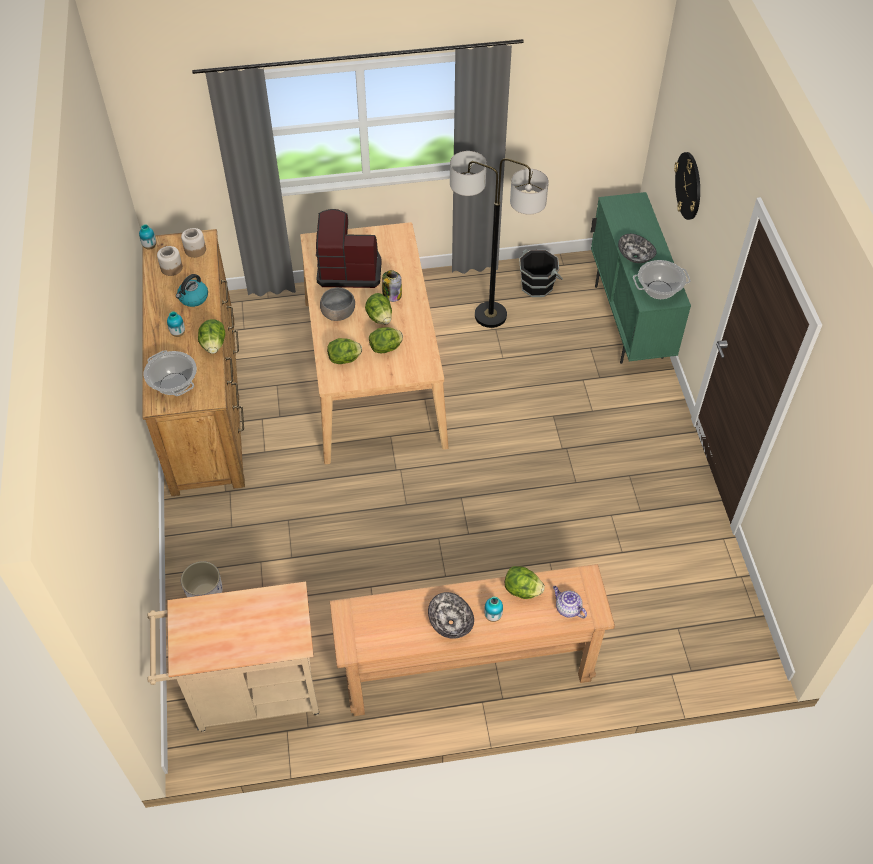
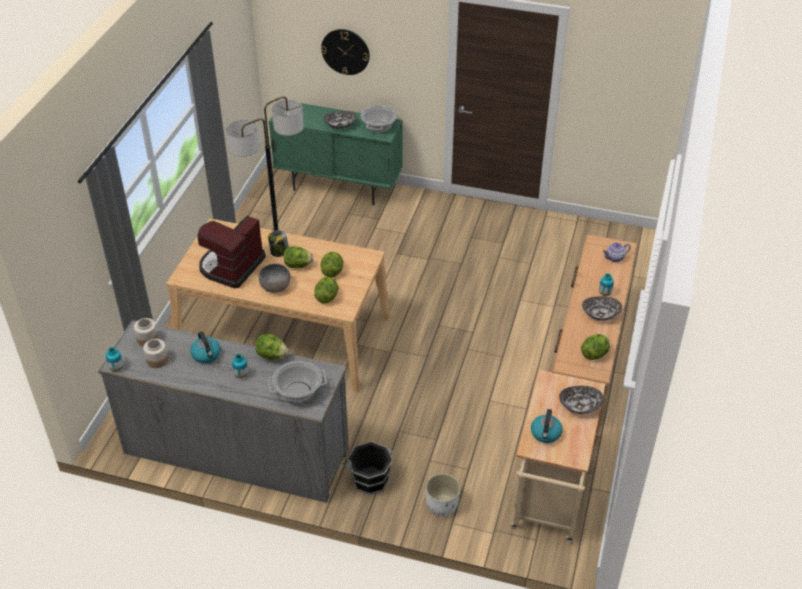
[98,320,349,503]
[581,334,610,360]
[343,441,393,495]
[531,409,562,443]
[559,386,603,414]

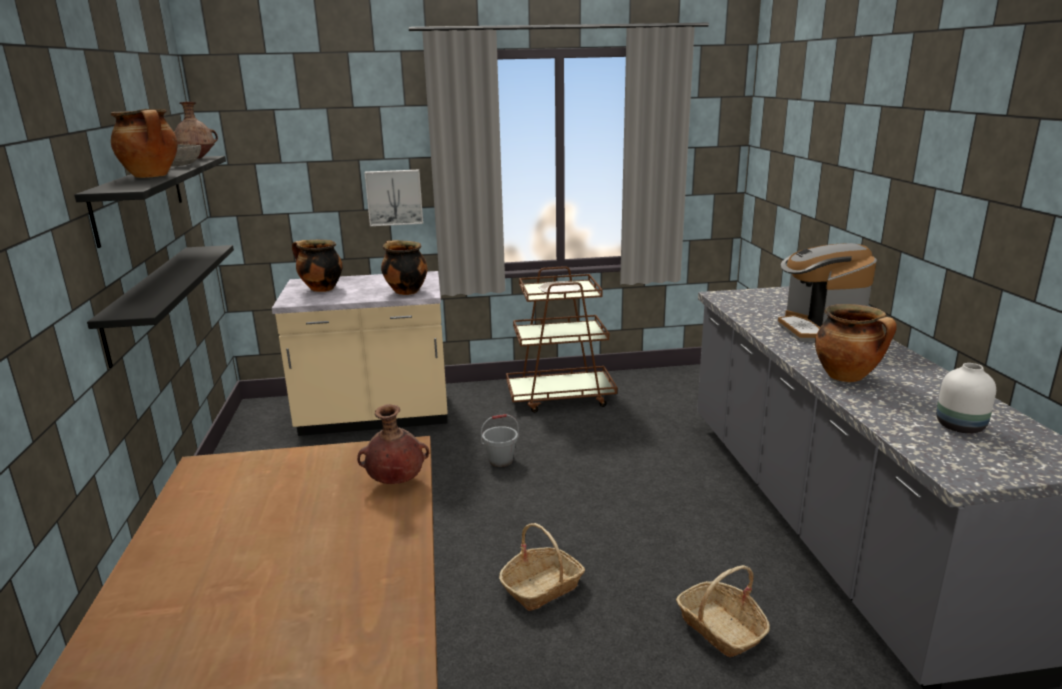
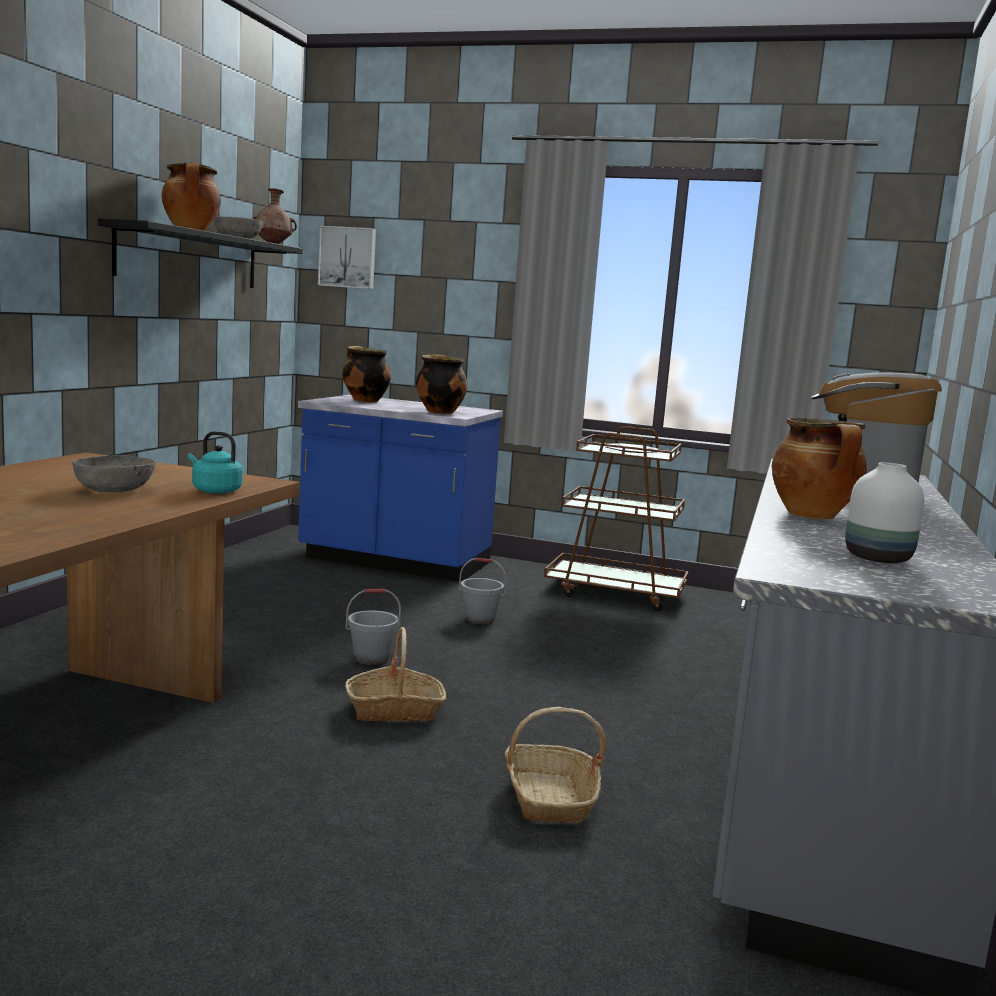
[87,245,234,368] (first image)
[298,395,503,582]
[188,431,243,494]
[318,226,376,289]
[72,455,156,492]
[346,589,401,665]

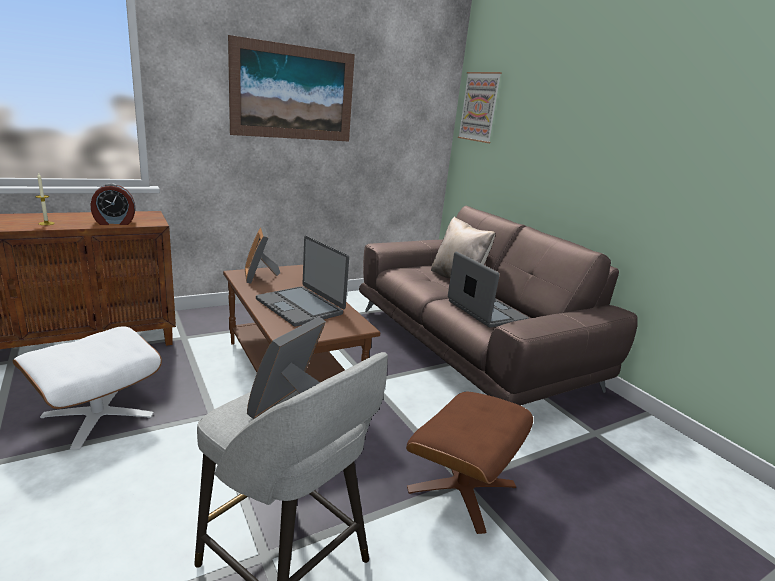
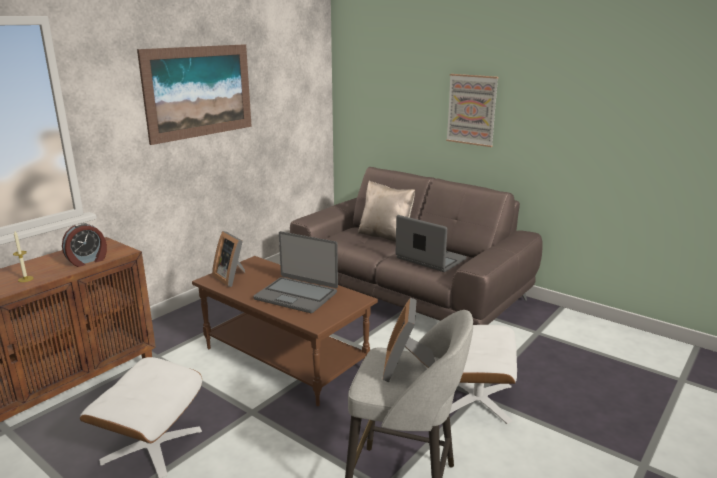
[449,325,517,424]
[446,74,499,147]

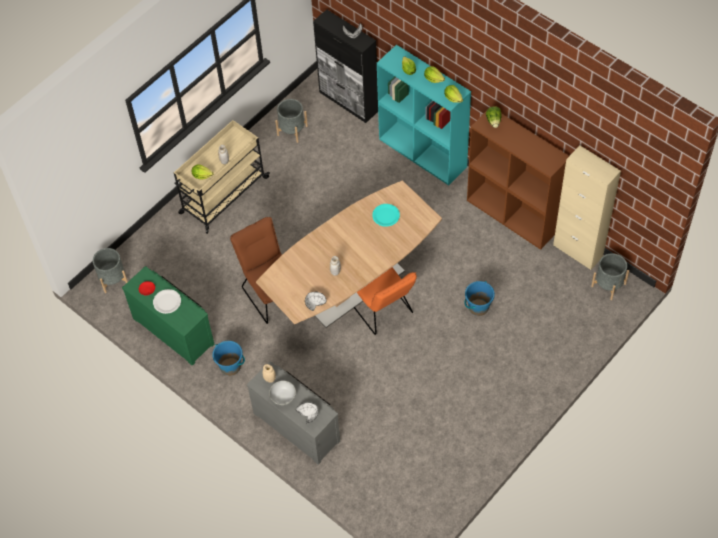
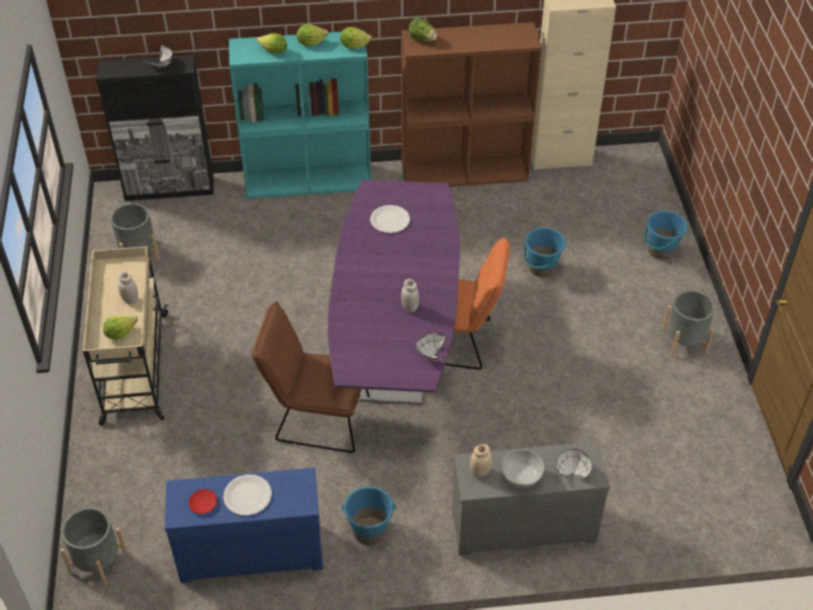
[165,468,323,583]
[328,180,460,405]
[370,205,410,233]
[662,290,715,357]
[644,210,688,260]

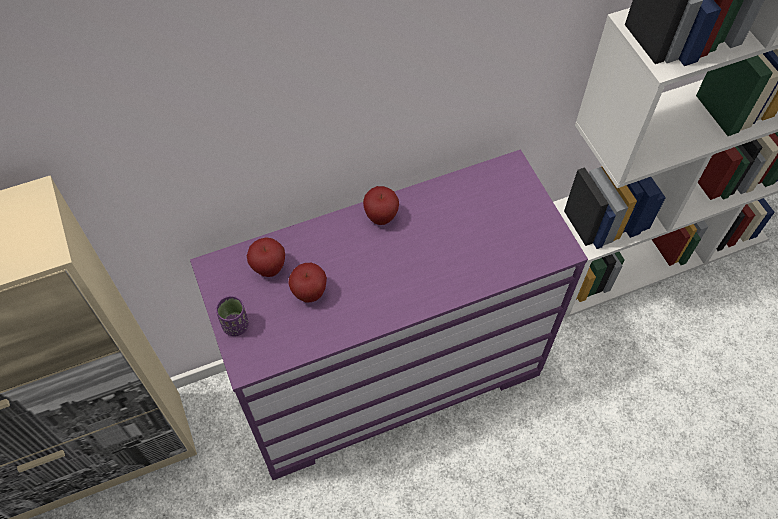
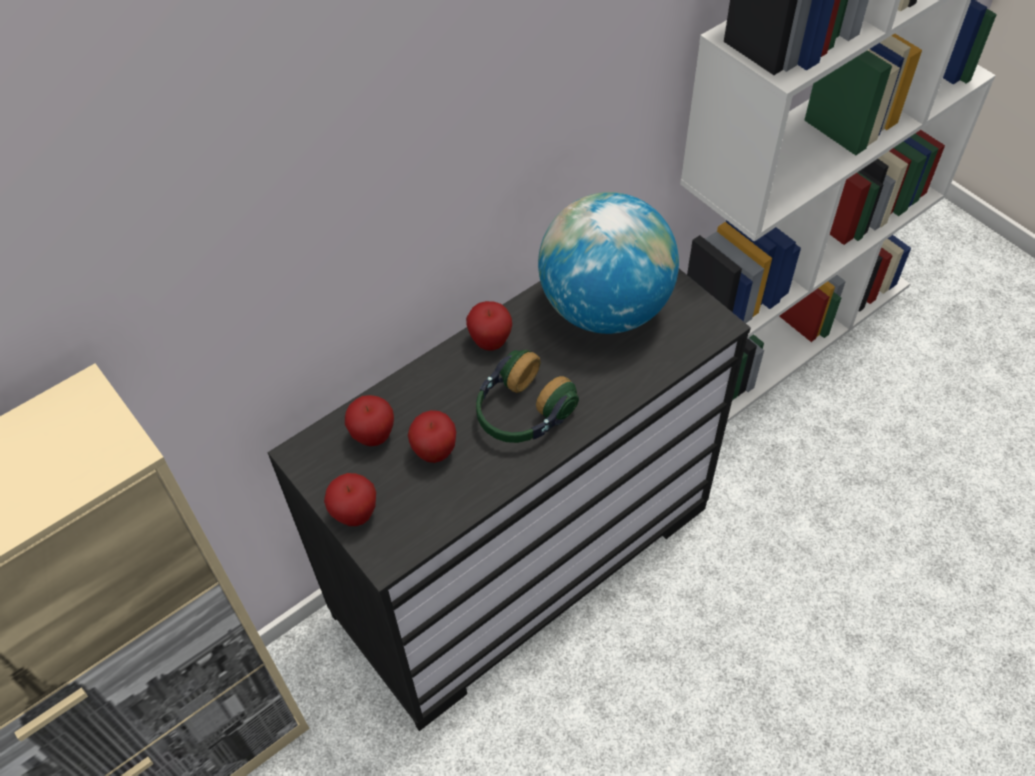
[267,269,751,731]
[324,473,376,526]
[476,350,579,443]
[538,192,679,334]

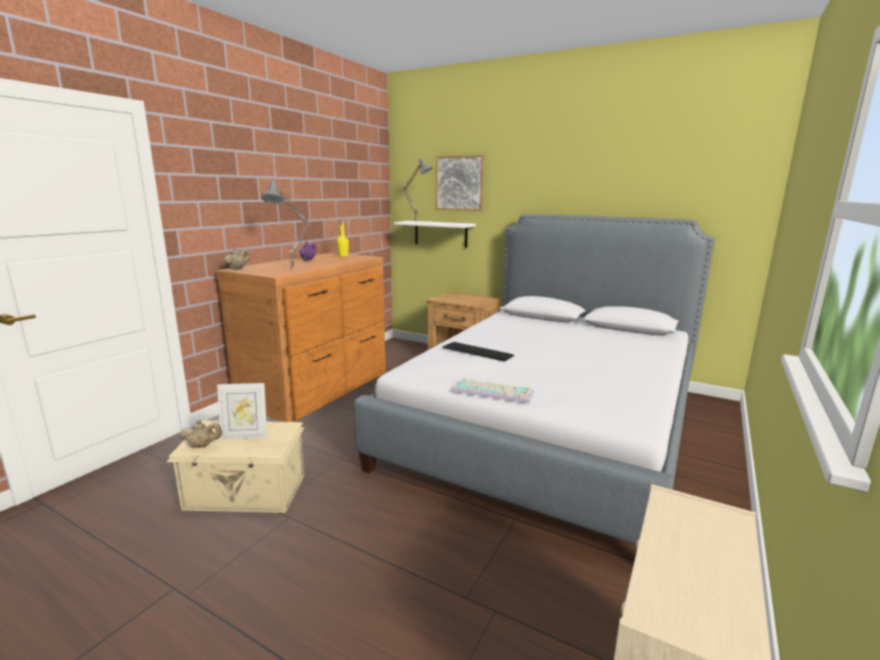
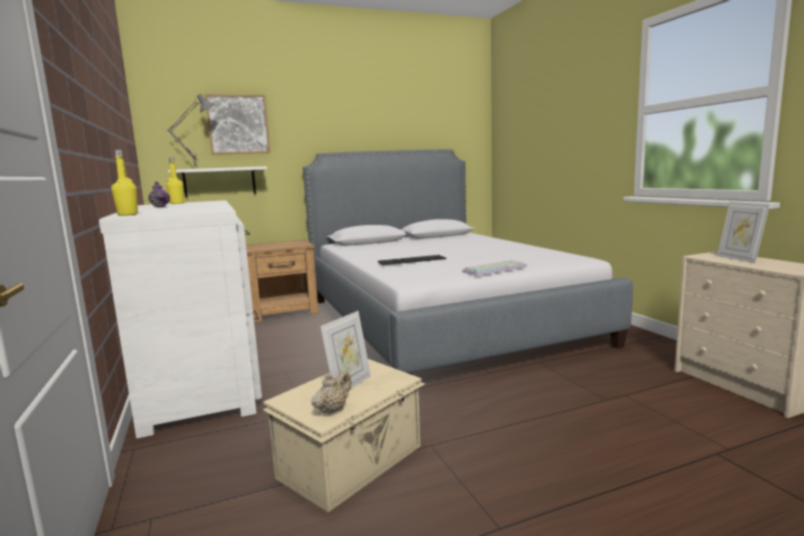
[99,200,262,438]
[111,150,138,216]
[261,181,309,270] (first image)
[717,202,770,263]

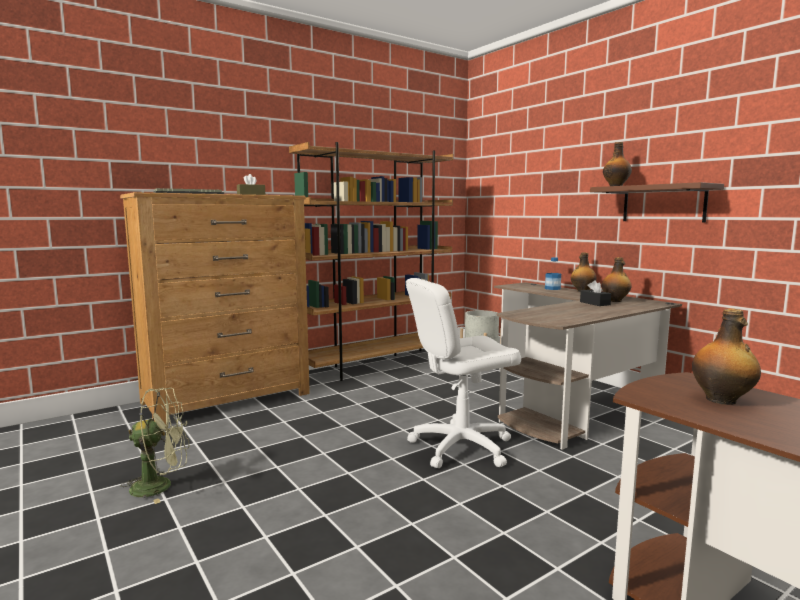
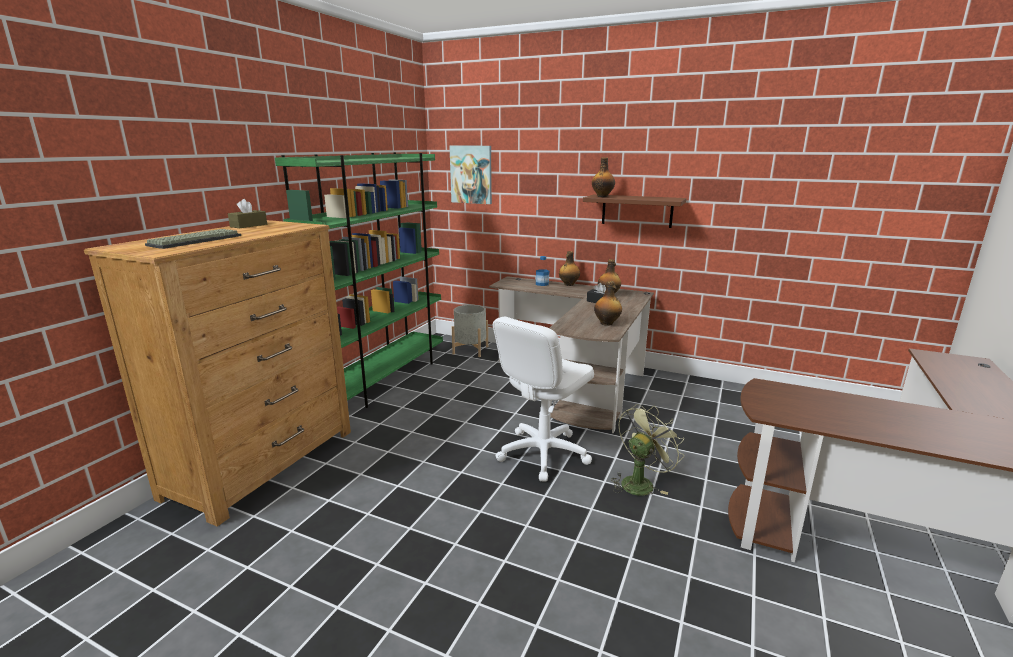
[611,404,684,496]
[275,152,443,408]
[594,281,622,326]
[449,146,492,204]

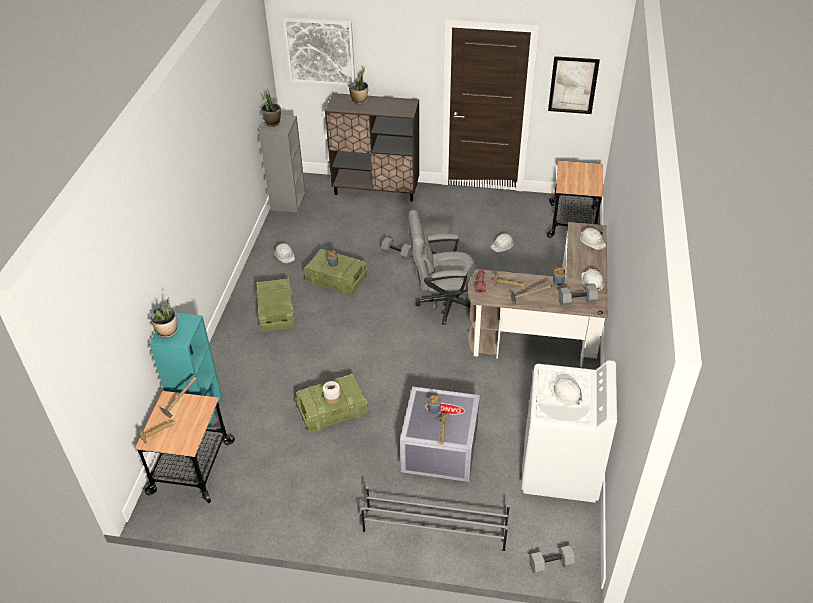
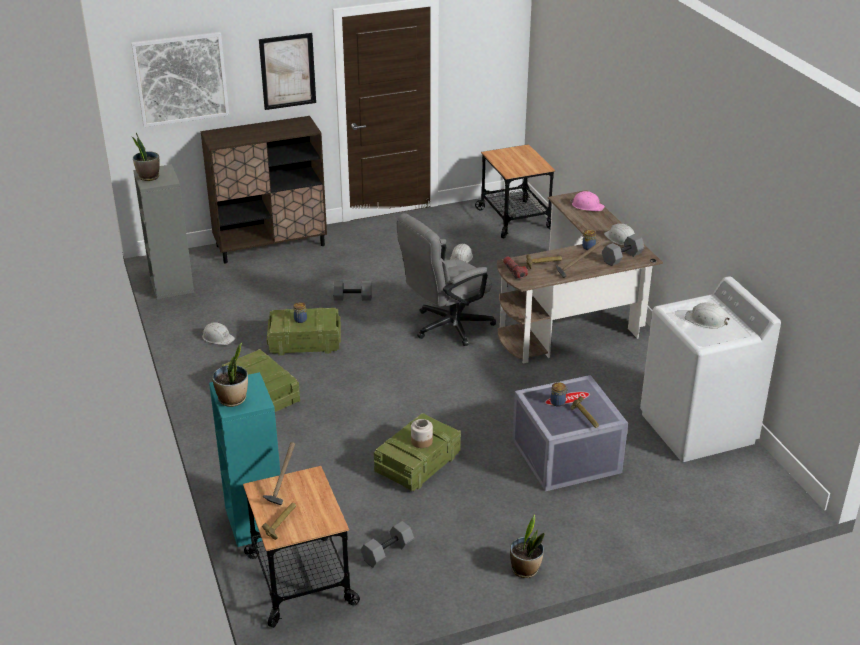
[510,515,544,578]
[361,486,510,553] (first image)
[361,521,414,568]
[259,33,316,110]
[570,191,605,211]

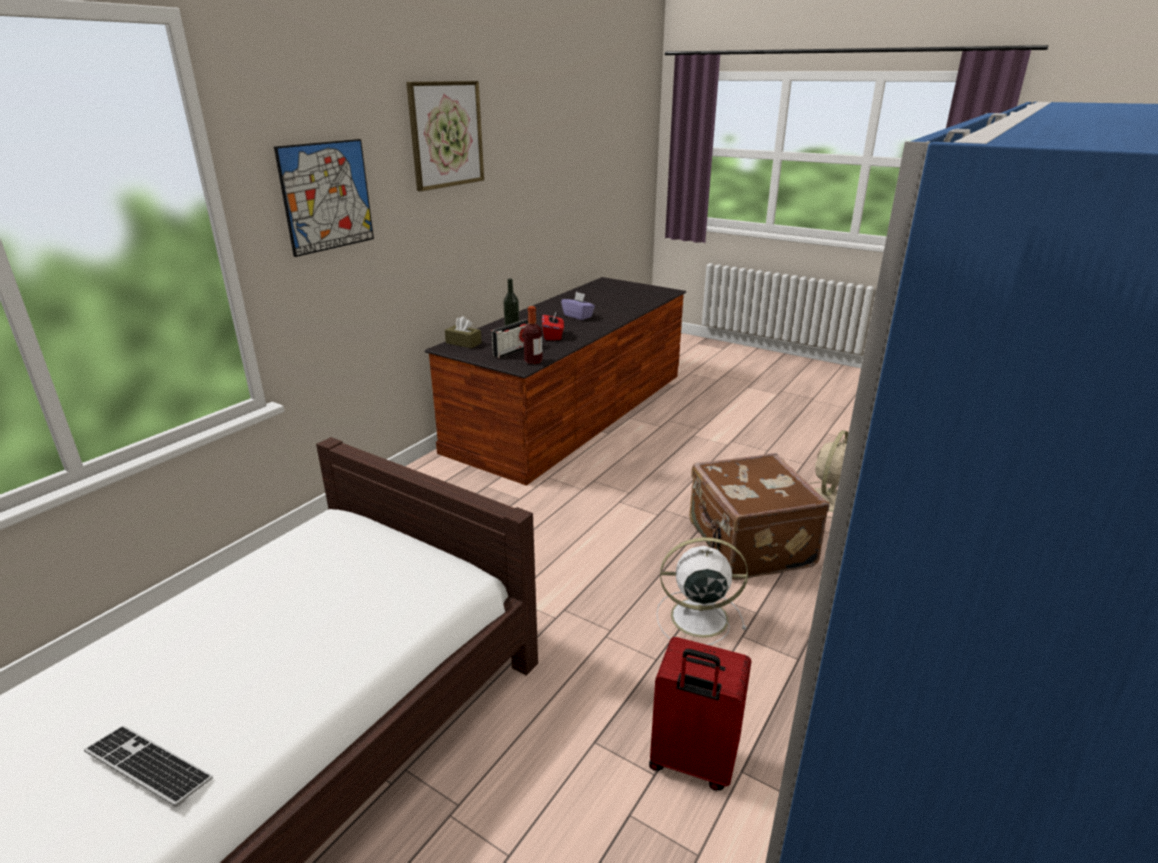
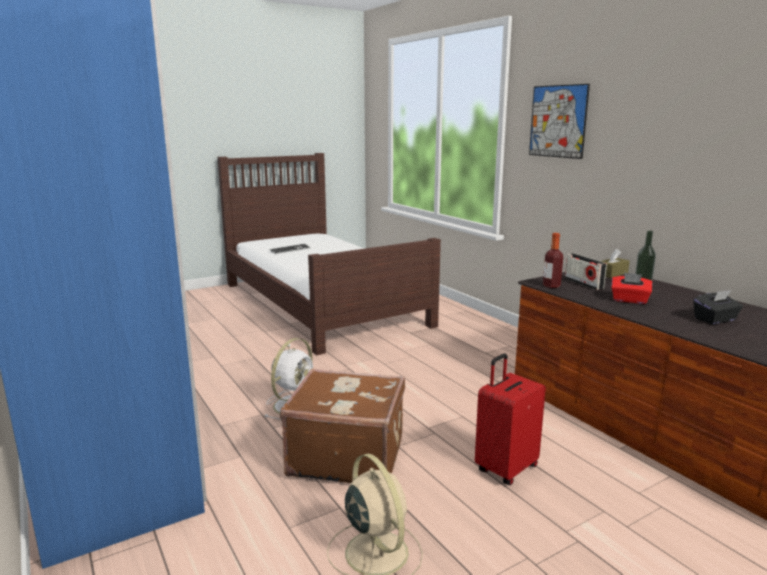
[406,81,484,191] (first image)
[693,290,743,324]
[475,354,546,485]

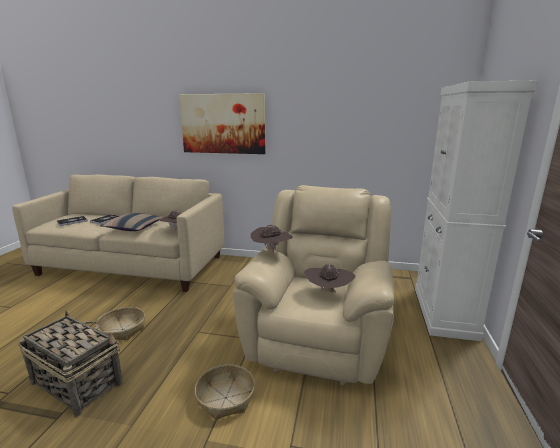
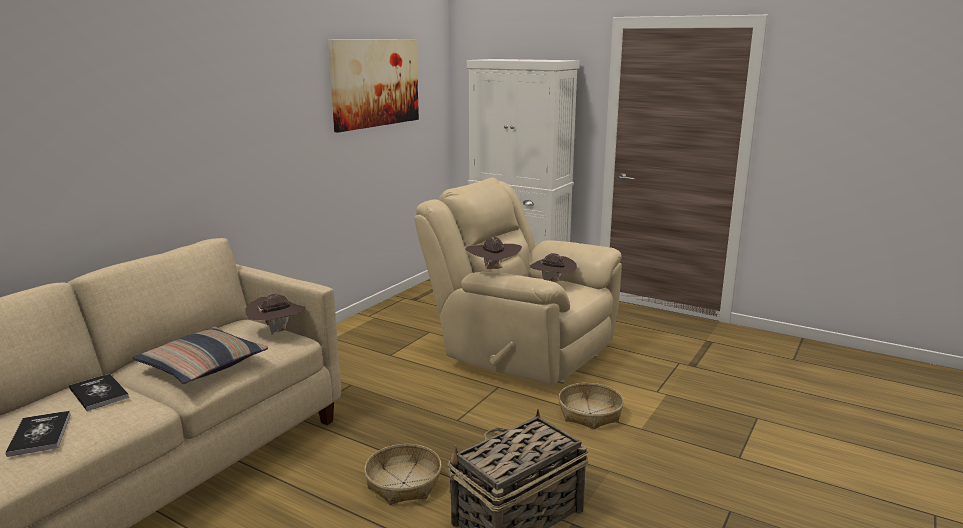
[328,39,419,133]

